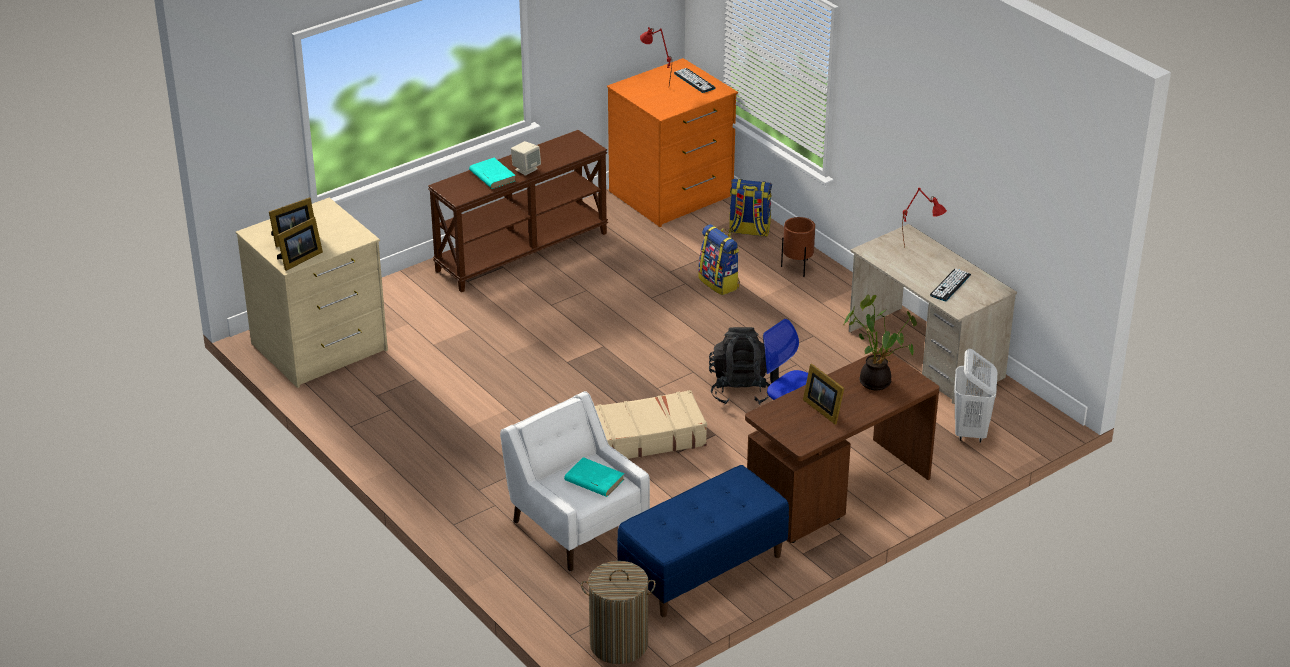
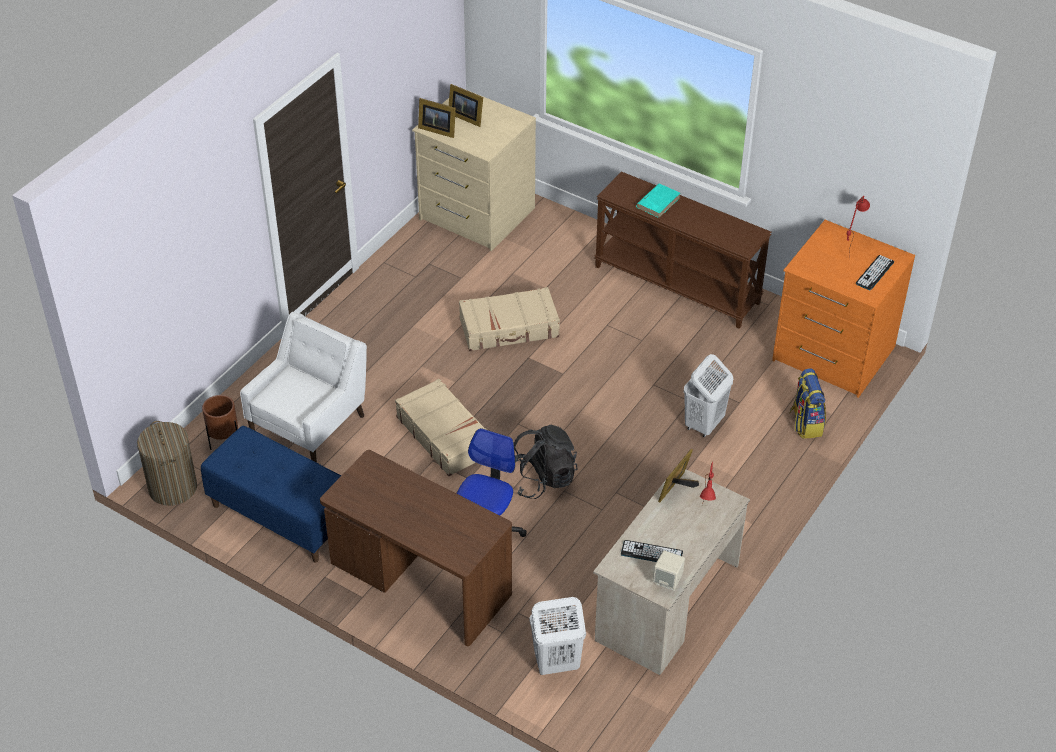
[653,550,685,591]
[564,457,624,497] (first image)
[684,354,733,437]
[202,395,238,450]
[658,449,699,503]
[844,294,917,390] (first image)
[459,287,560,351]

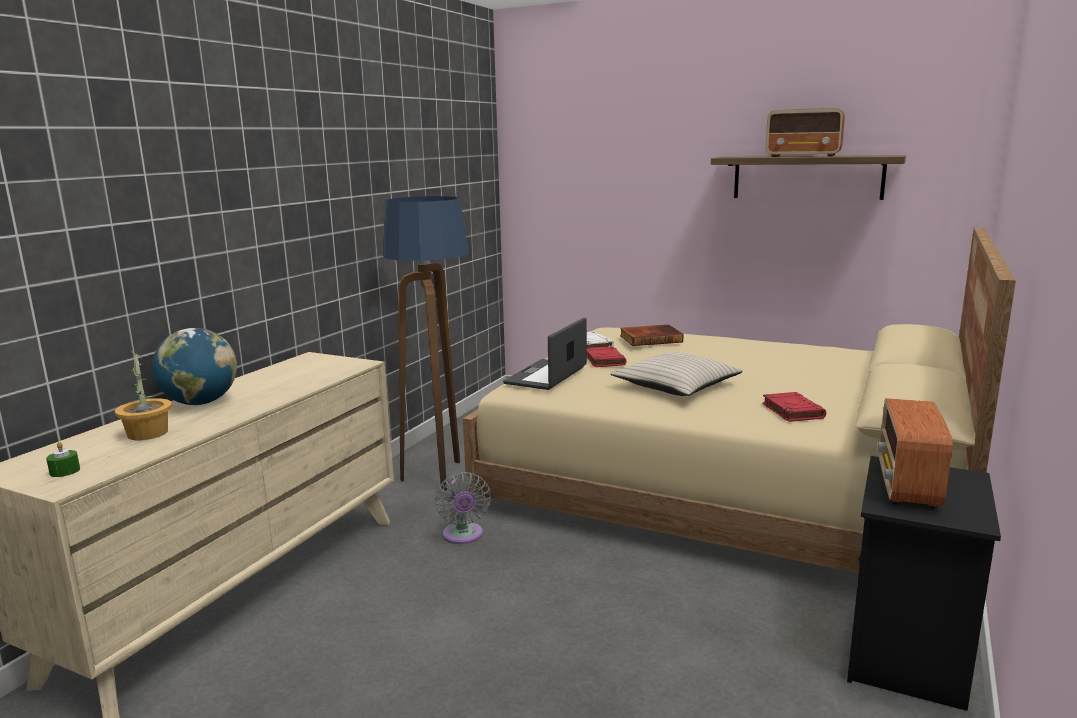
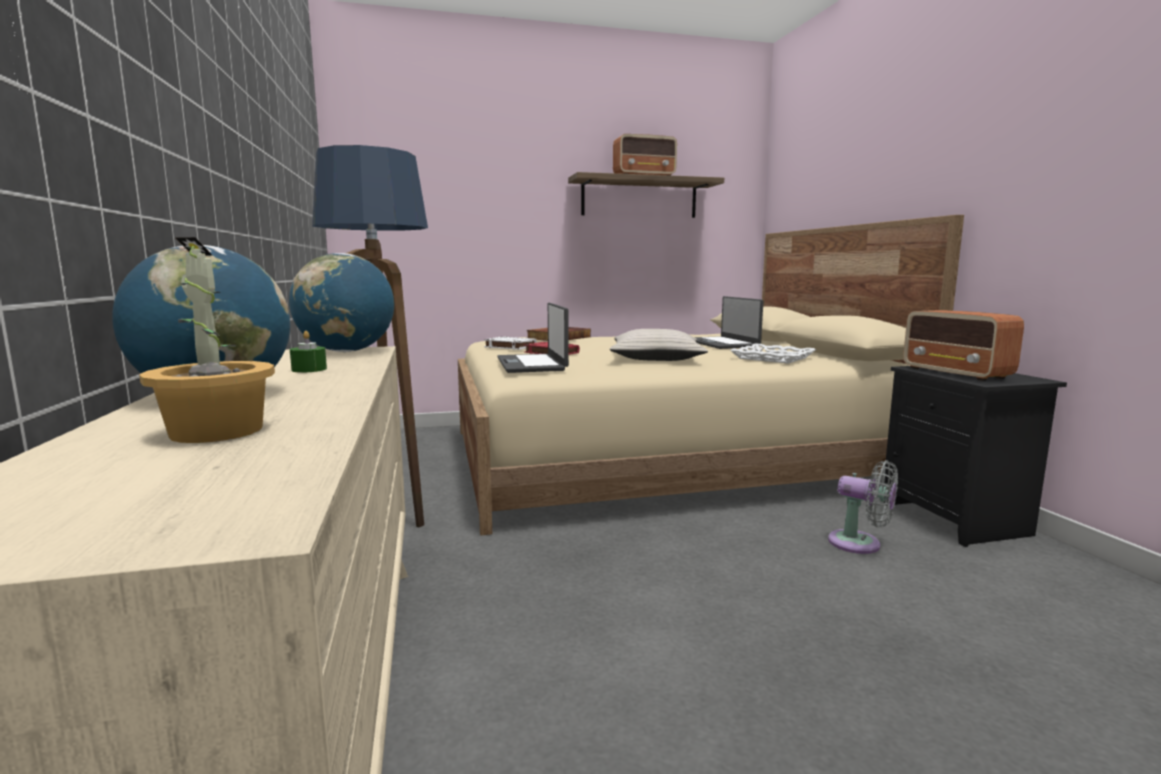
[290,331,327,373]
[828,460,898,554]
[730,343,816,364]
[289,253,394,352]
[695,296,763,349]

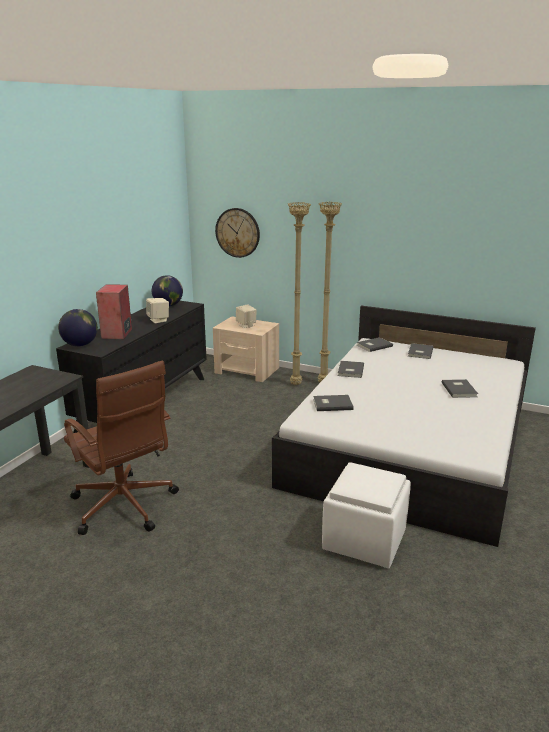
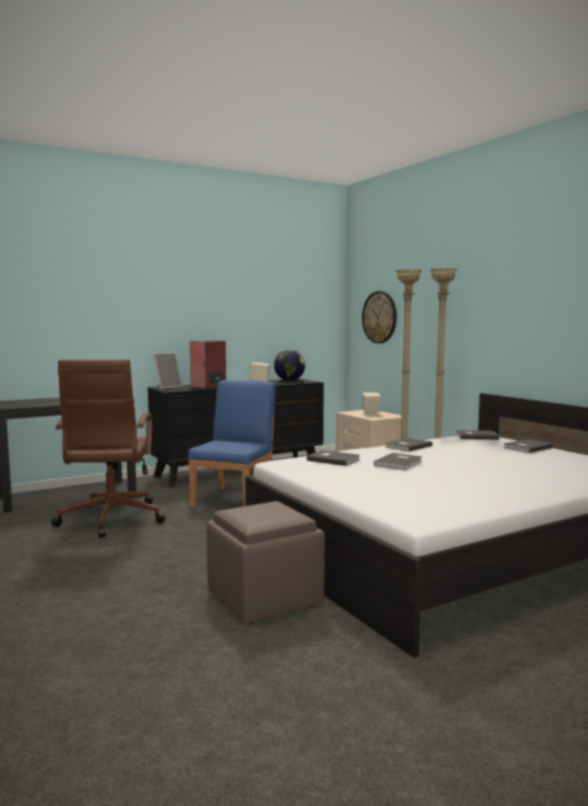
[153,353,183,389]
[206,501,325,625]
[374,453,422,470]
[188,380,276,507]

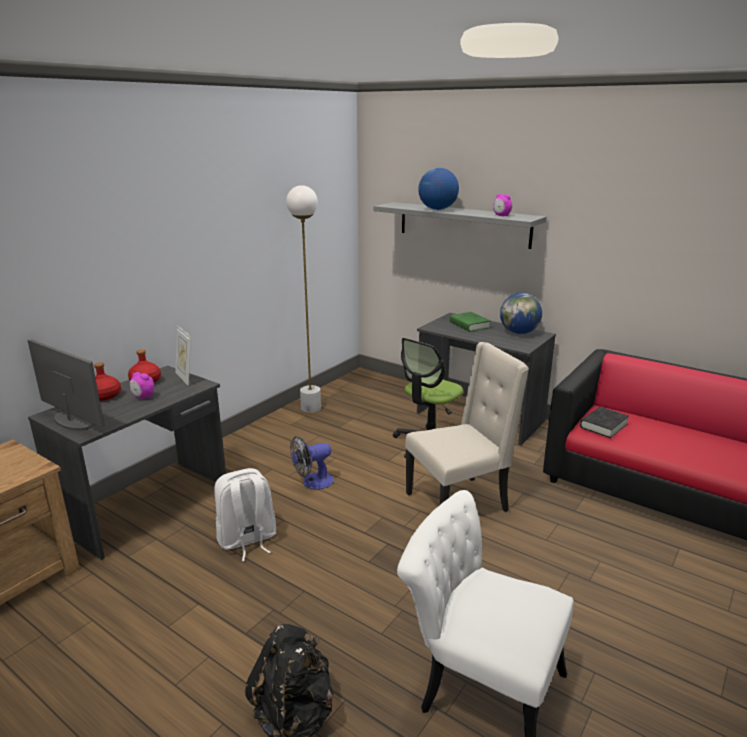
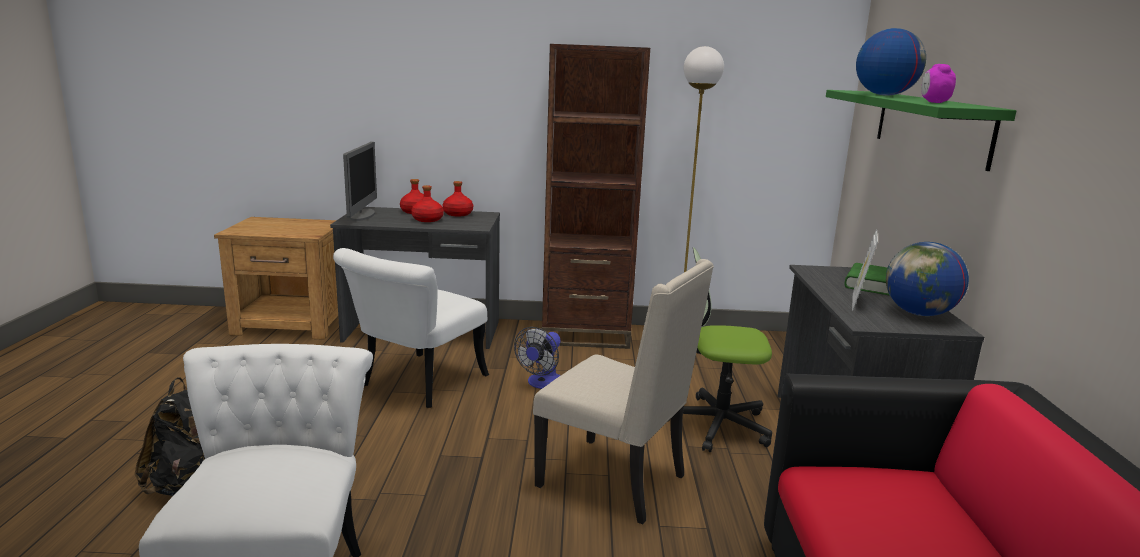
[411,185,444,222]
[852,229,878,311]
[333,248,489,408]
[514,327,561,389]
[826,90,1017,171]
[580,407,629,438] (first image)
[542,44,650,349]

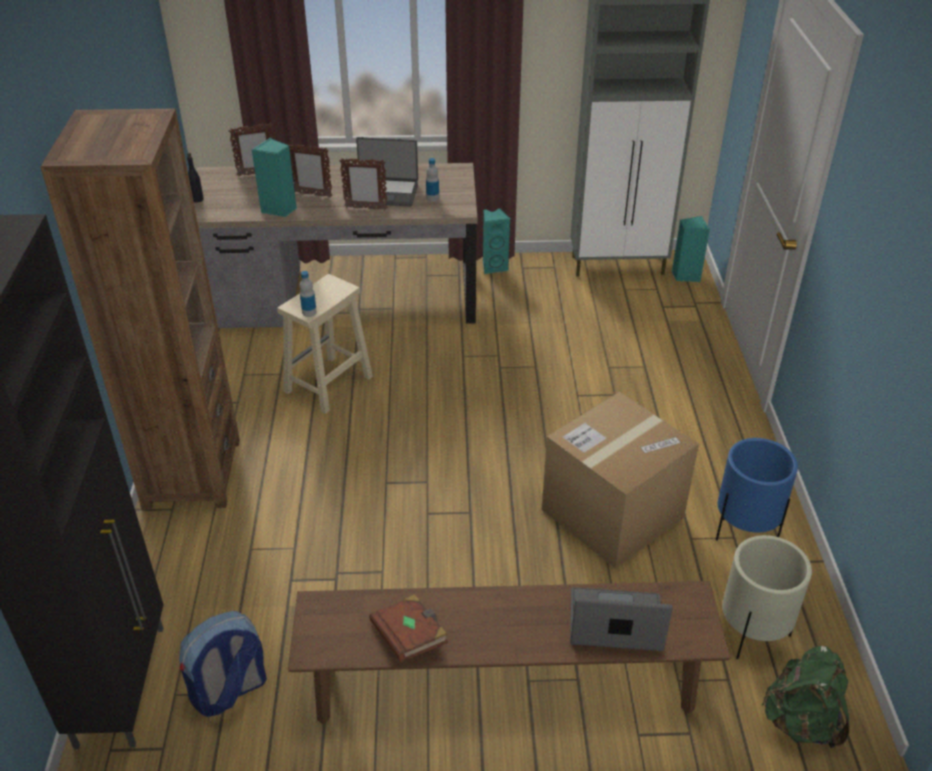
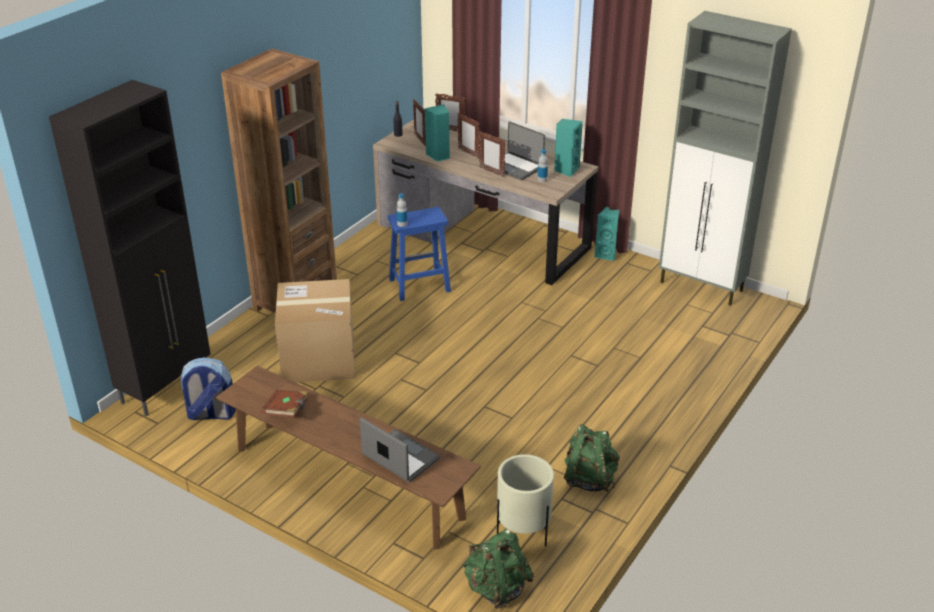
[388,207,451,301]
[275,279,355,383]
[554,119,583,177]
[564,424,620,492]
[413,99,426,146]

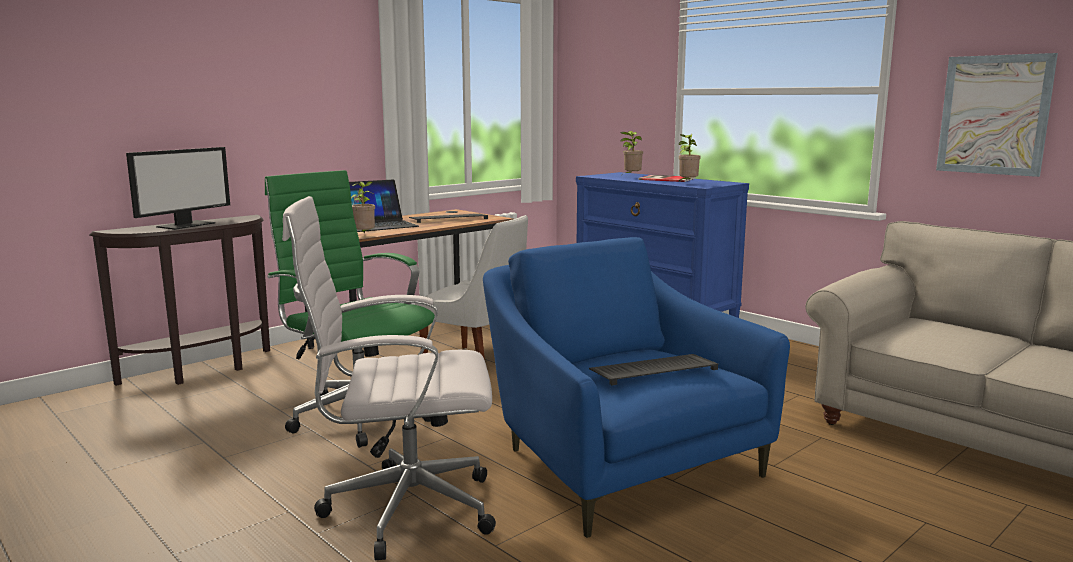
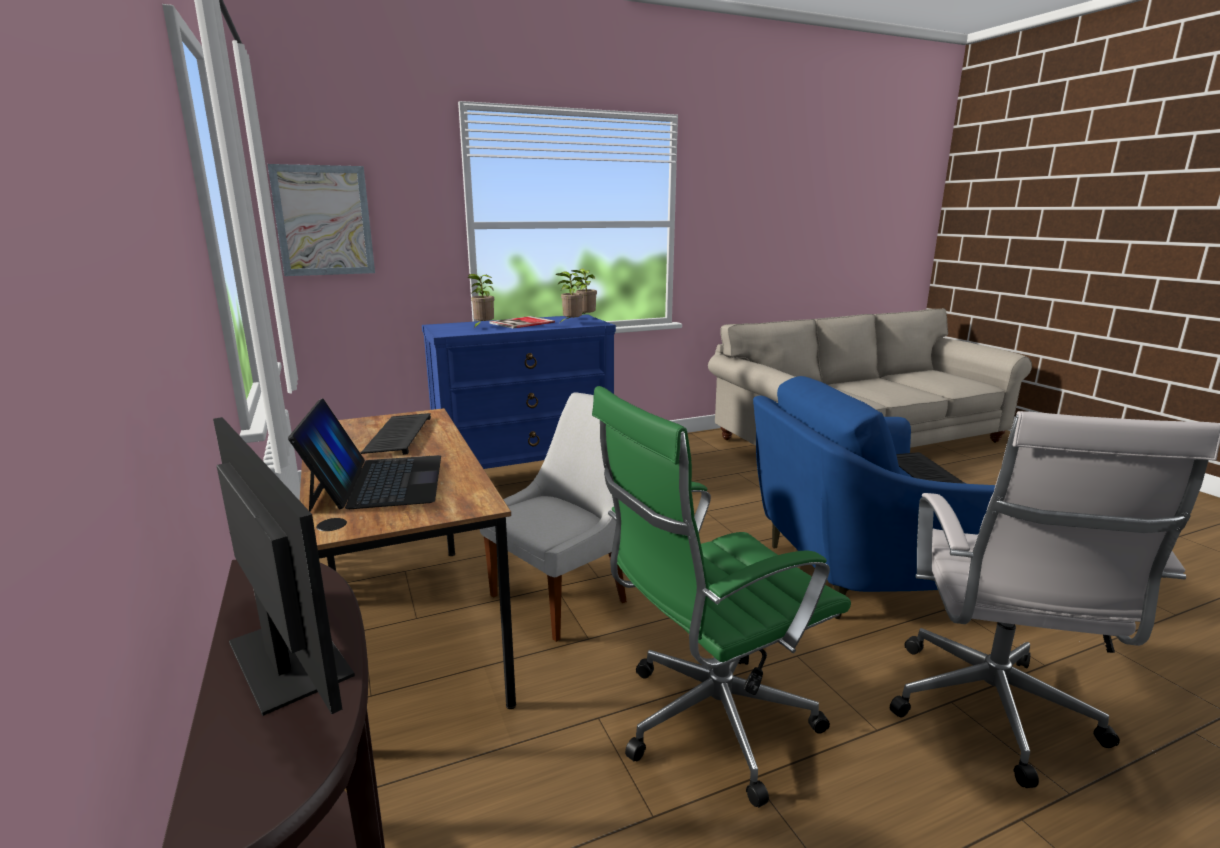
[572,269,597,314]
[268,164,375,276]

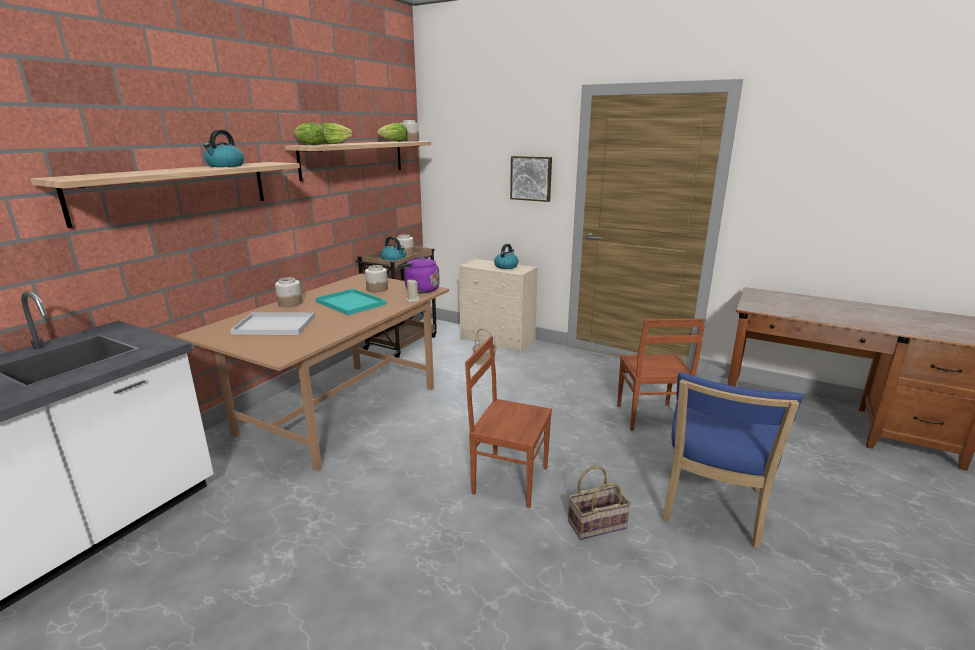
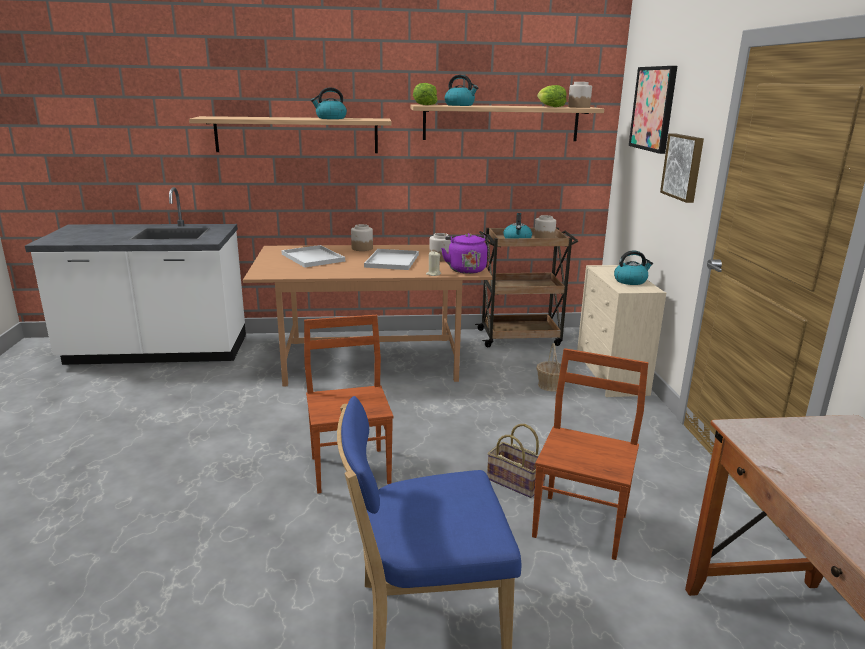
[364,249,419,270]
[445,75,478,106]
[487,424,546,498]
[532,348,648,560]
[629,66,677,154]

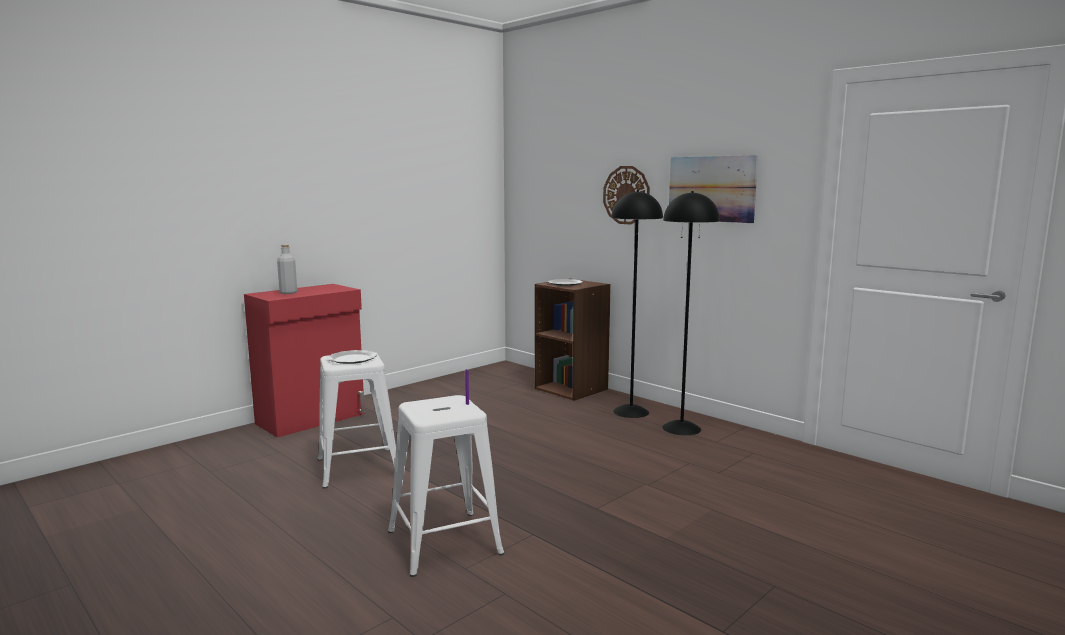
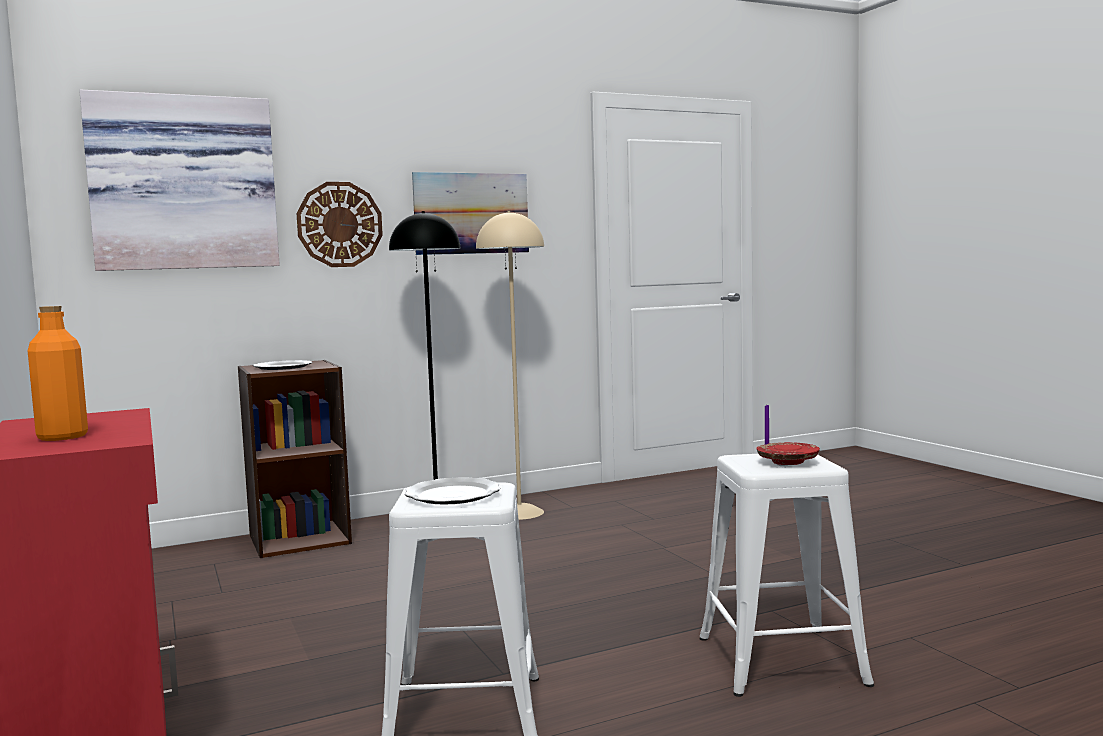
[28,306,88,441]
[476,211,544,520]
[79,90,280,271]
[756,442,820,465]

